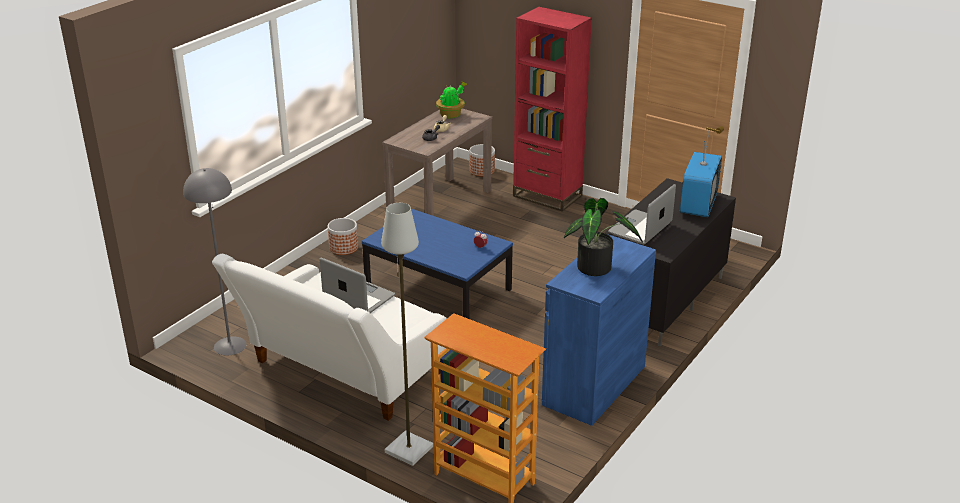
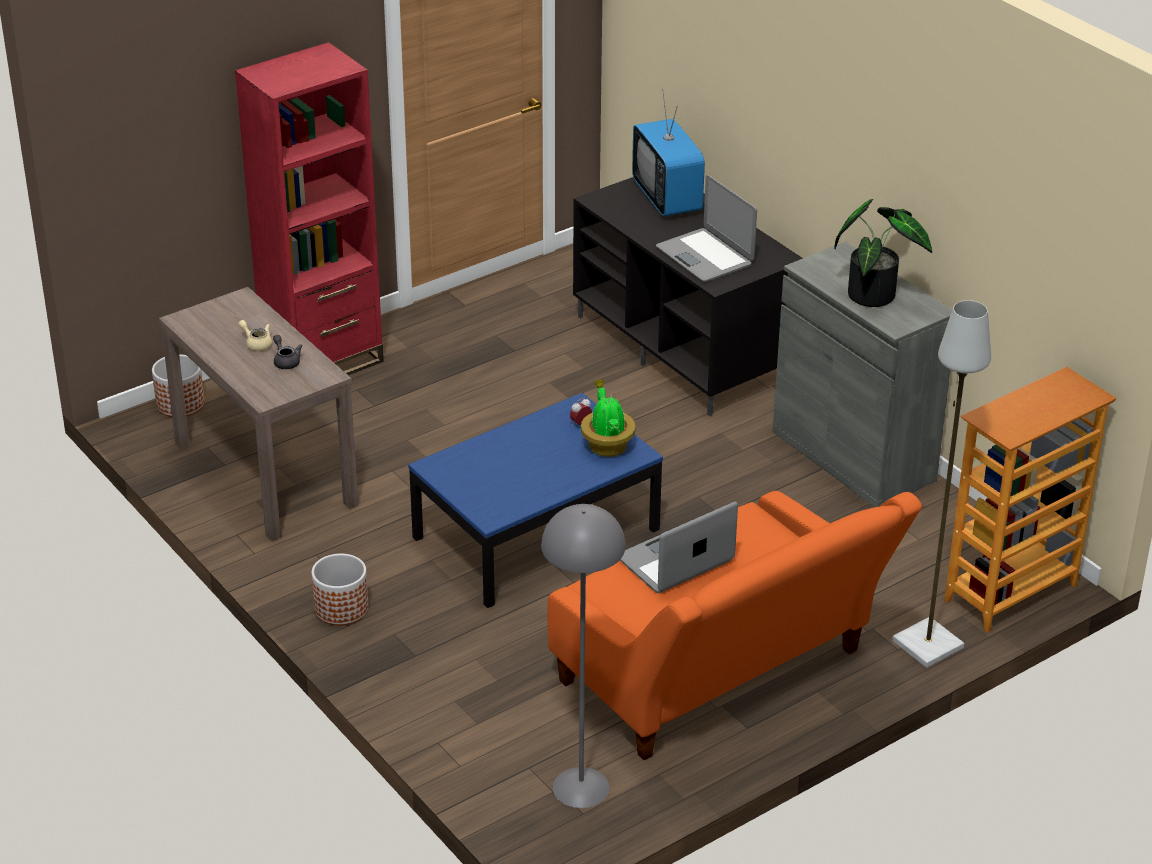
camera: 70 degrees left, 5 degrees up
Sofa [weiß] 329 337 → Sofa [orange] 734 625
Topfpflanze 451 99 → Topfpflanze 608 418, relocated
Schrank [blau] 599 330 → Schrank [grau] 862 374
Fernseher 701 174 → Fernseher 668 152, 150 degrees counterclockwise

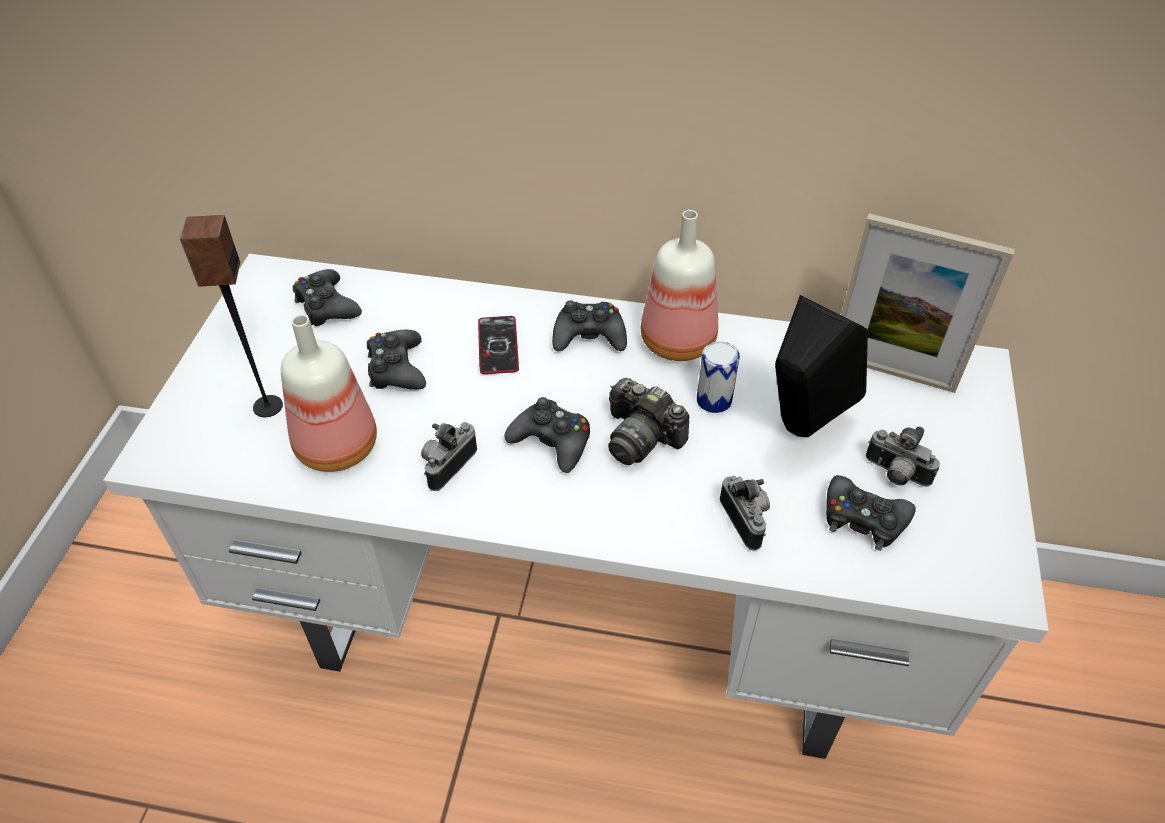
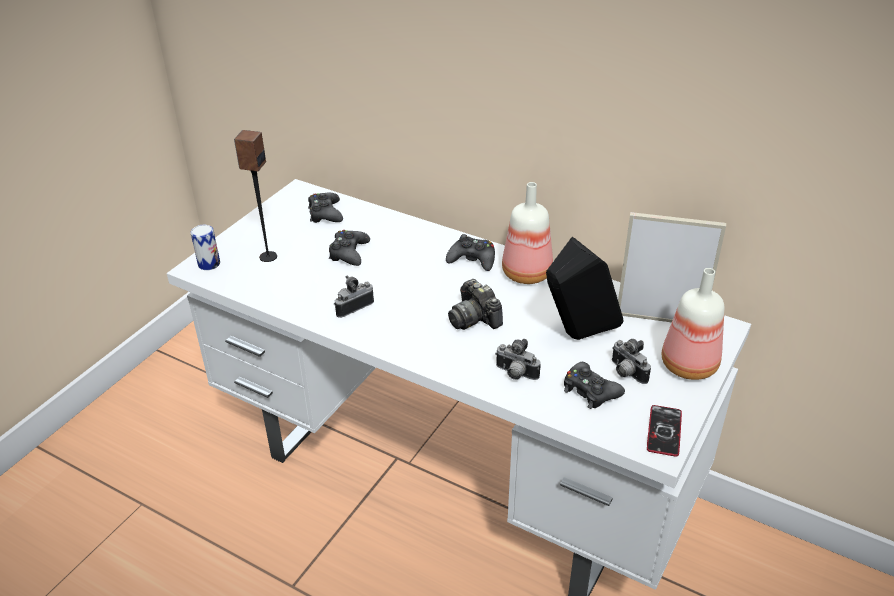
camera: 20 degrees right, 10 degrees down
Flasche 329 393 → Flasche 693 324, relocated
Handy 498 345 → Handy 664 430, relocated
Gamepad [schwarz] 547 435 → -
Dose 718 377 → Dose 205 247, relocated
Kamera 745 513 → Kamera 518 359, 120 degrees clockwise
Bilderrahmen 928 303 → Bilderrahmen 672 267, 150 degrees clockwise

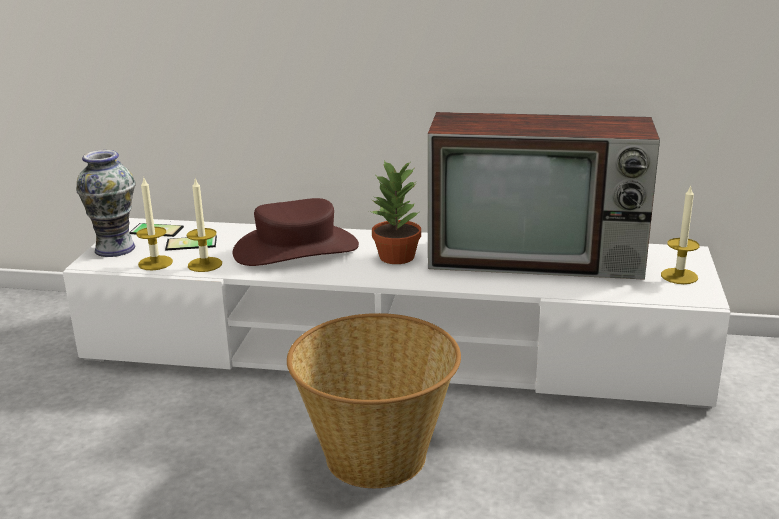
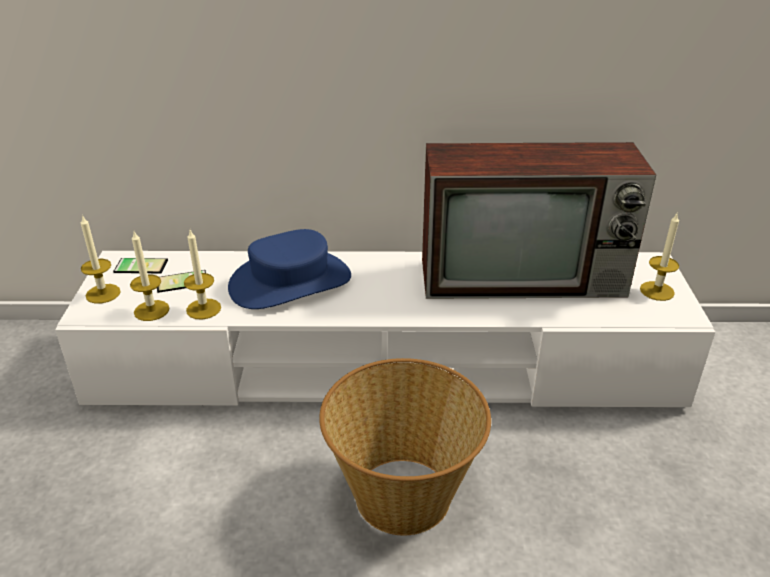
camera: 10 degrees left, 10 degrees up
Vase 106 203 → Kerze 101 259
Hut [braun] 296 232 → Hut [blau] 289 269
Topfpflanze 395 212 → -

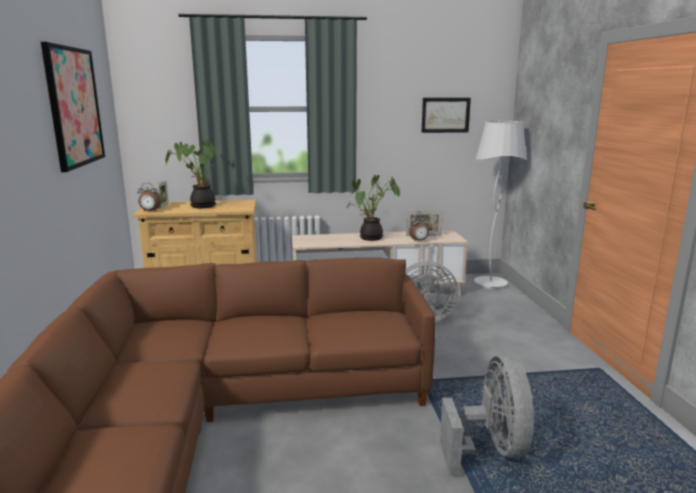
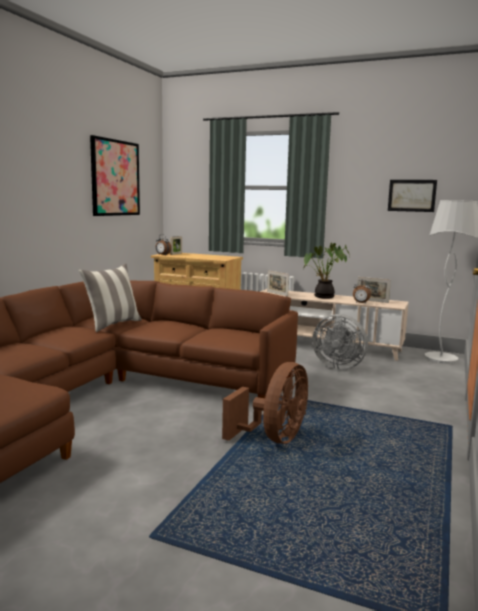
camera: 30 degrees right, 5 degrees down
Topfpflanze 191 173 → -
Ventilator [grau] 487 414 → Ventilator [braun] 265 403
- → Kissen 110 297
- → Bilderrahmen 278 283

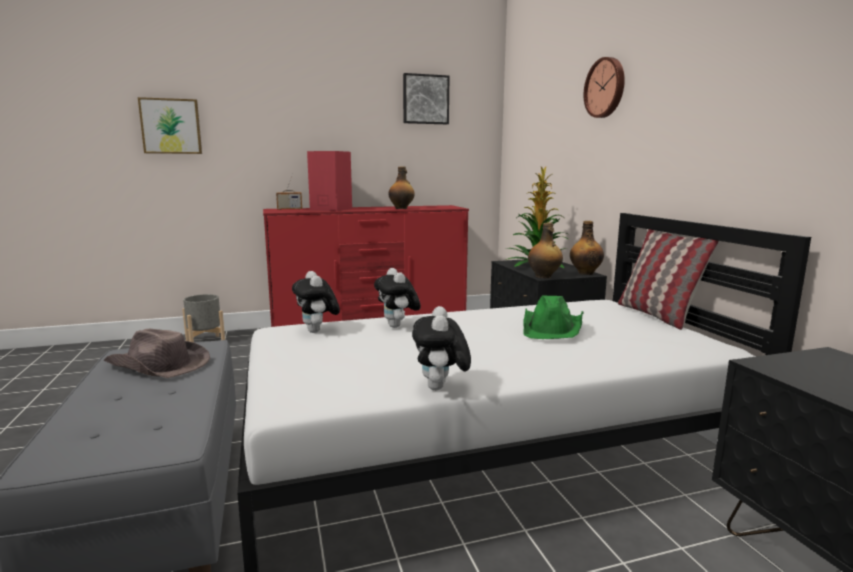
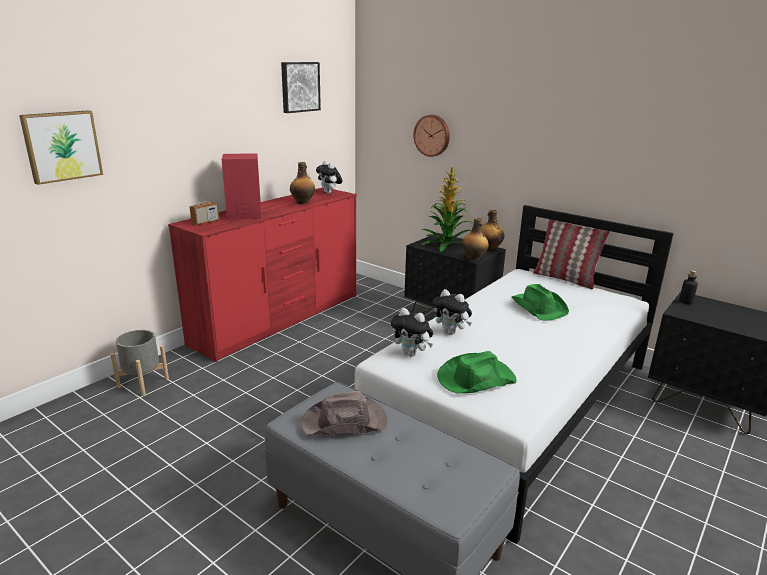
camera: 35 degrees left, 10 degrees up
Plüschtier 441 348 → Plüschtier 329 177, relocated
Wanduhr 604 87 → Wanduhr 431 136, relocated
- → Hut [grün] 477 372
- → Flasche 688 287

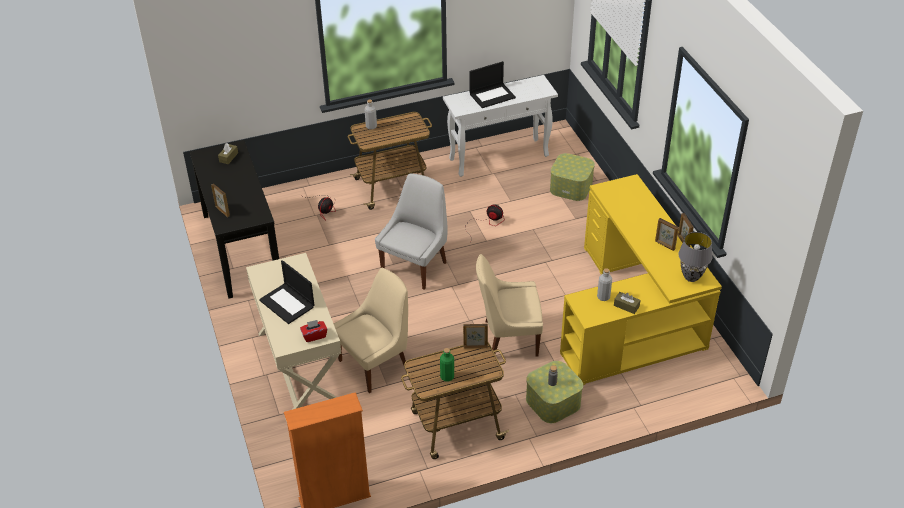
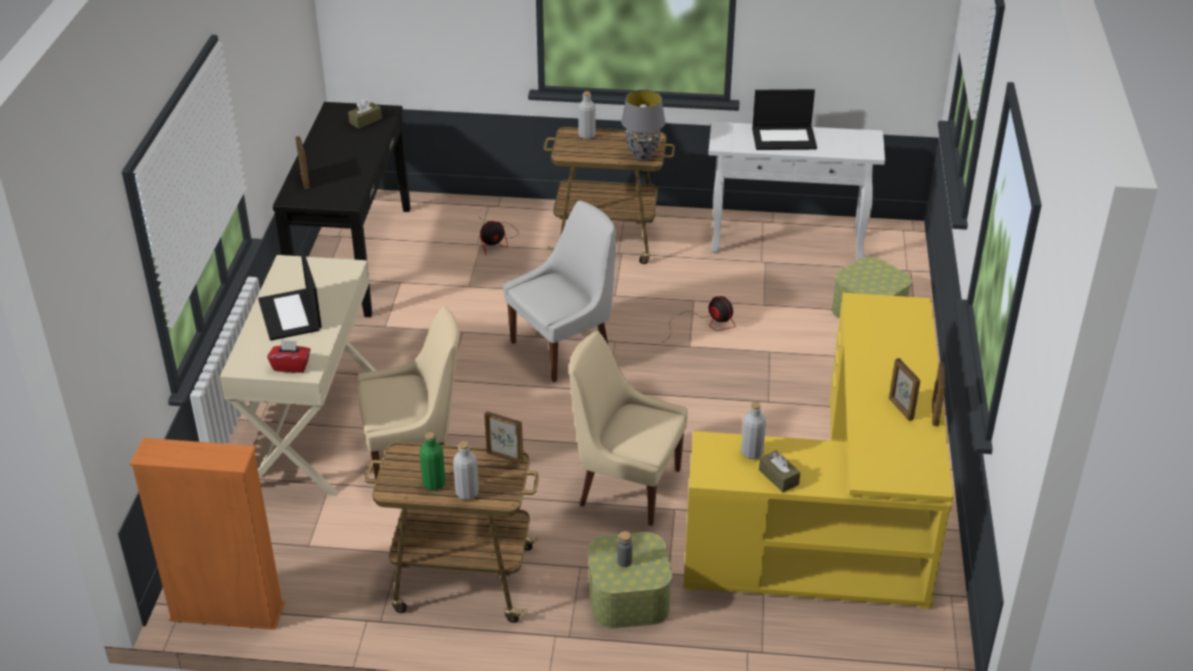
camera: 25 degrees right, 5 degrees down
Tischlampe [grau] 695 257 → Tischlampe [grau] 643 125, relocated
- → Flasche [grau] 466 470

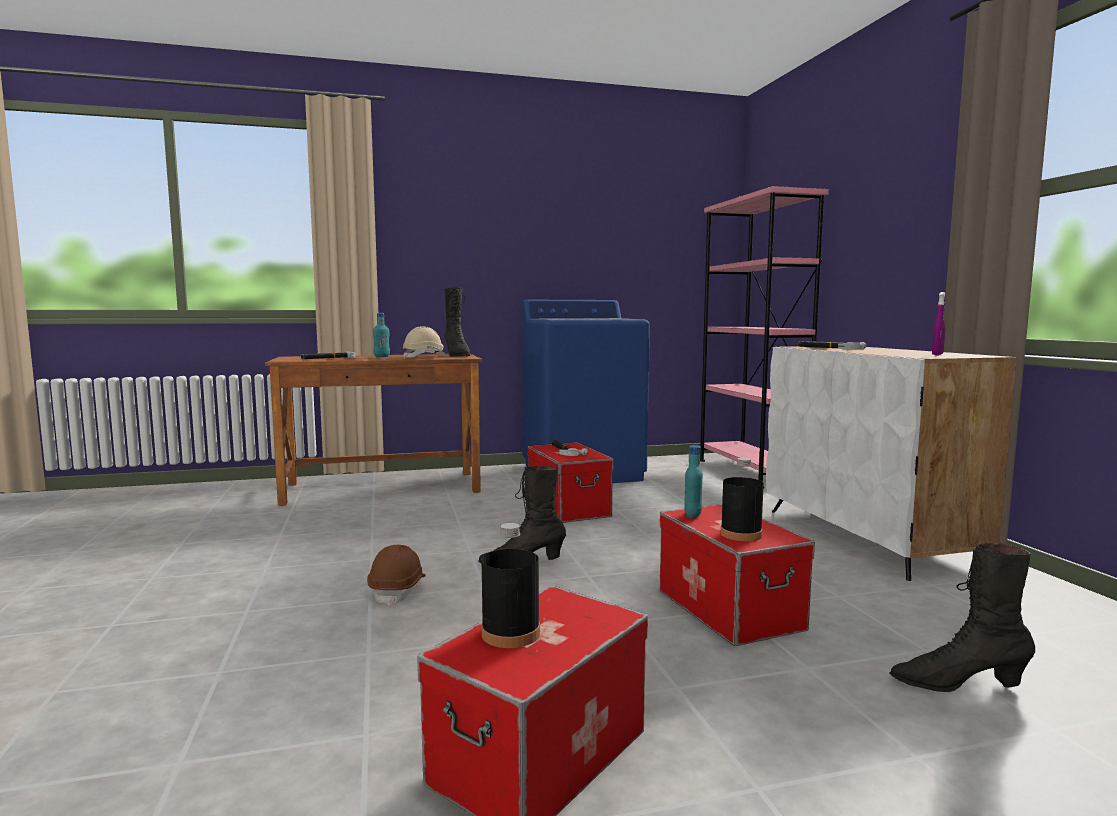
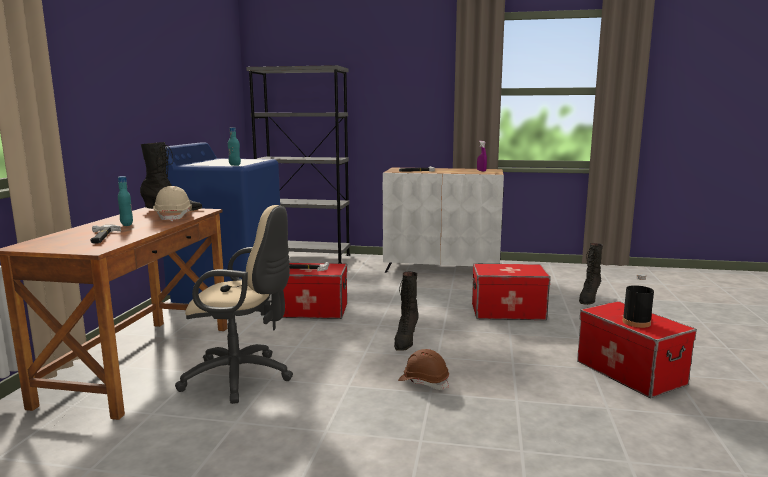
camera: 65 degrees left, 5 degrees up
Flasche [türkis] 693 482 → Flasche [türkis] 234 147, relocated
Bücherregal [rosa] 764 337 → Bücherregal [grau] 298 164
Flasche [schwarz] 742 499 → -
- → Bürostuhl [beige] 234 304

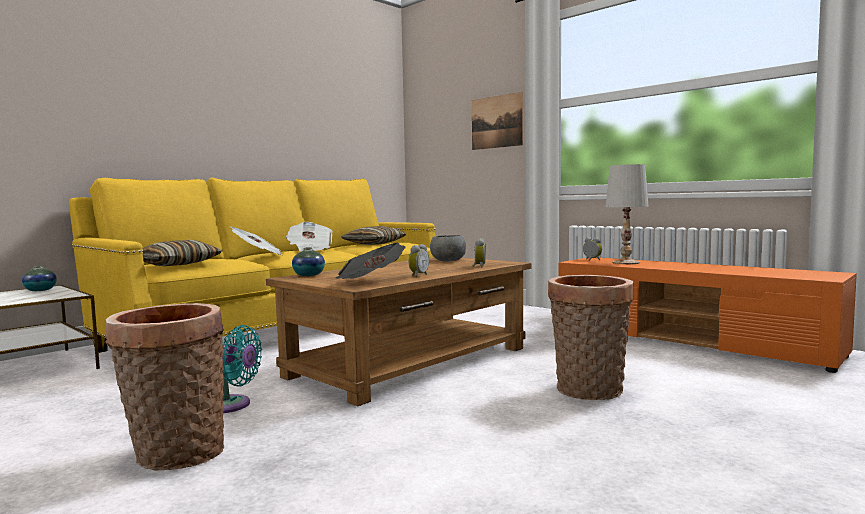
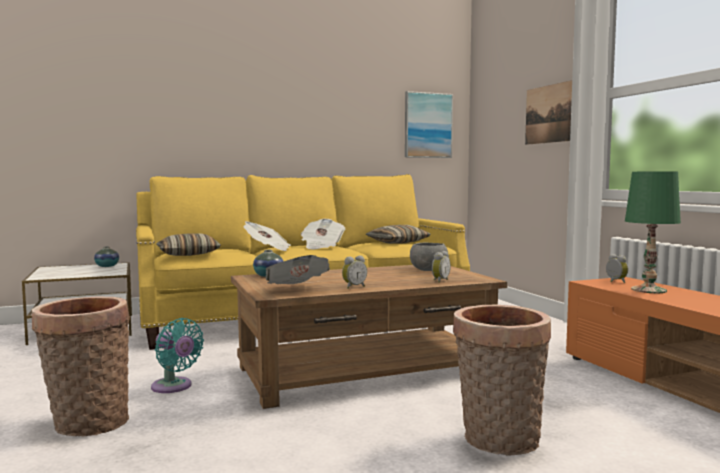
camera: 25 degrees right, 0 degrees up
Tischlampe [weiß] 626 214 → Tischlampe [grün] 653 232
- → Bild 429 124

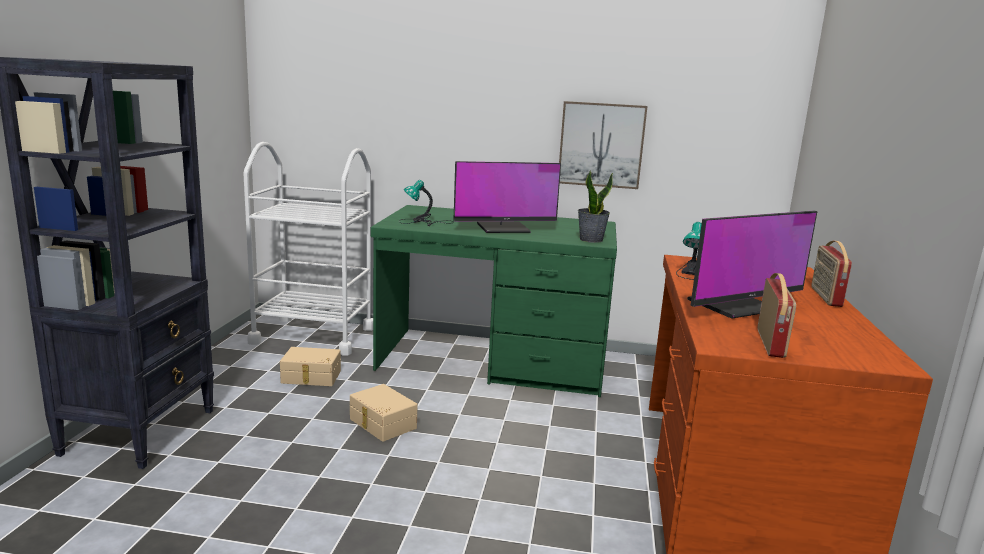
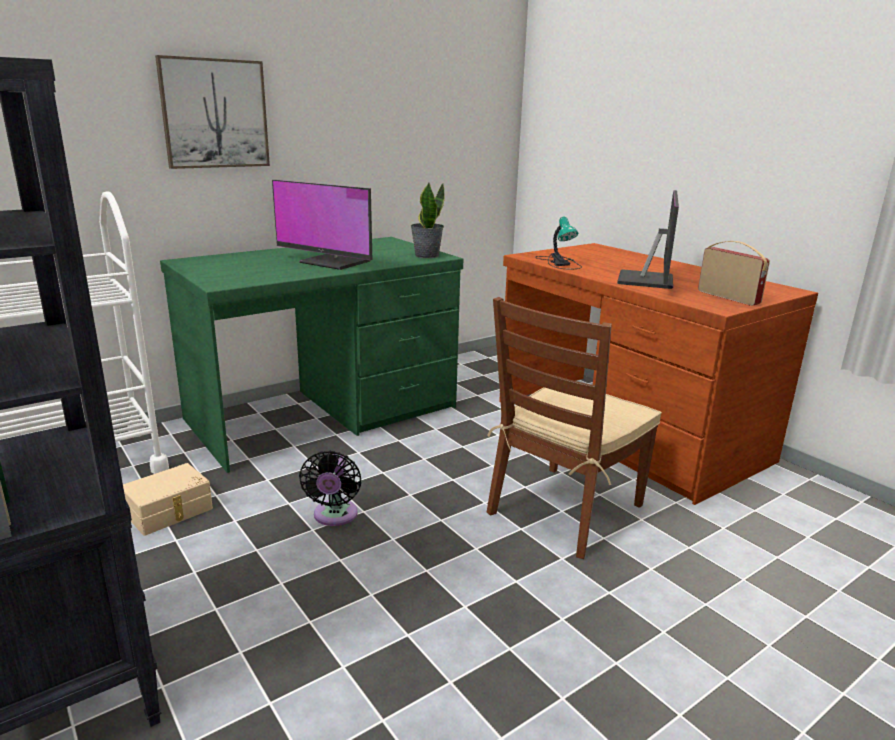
camera: 45 degrees left, 5 degrees up
Aufbewahrungsbox [beige] 384 413 → Ventilator [schwarz] 330 488
Tischlampe 426 203 → -
Monitor 507 197 → Monitor 322 225, 90 degrees clockwise
Bild 603 145 → Bild 212 112, relocated
Radio 831 274 → -
- → Stuhl [braun] 574 428

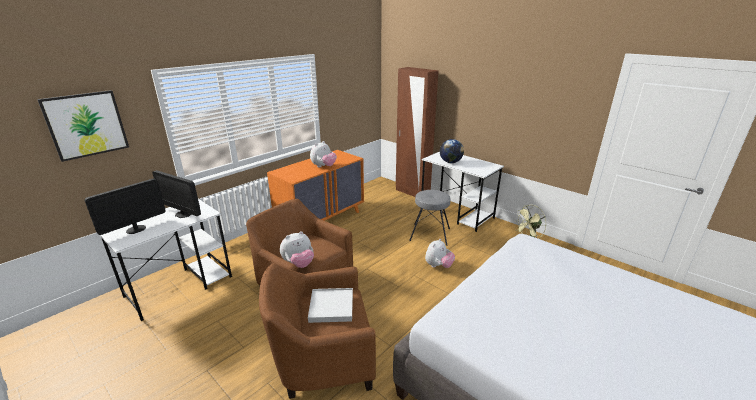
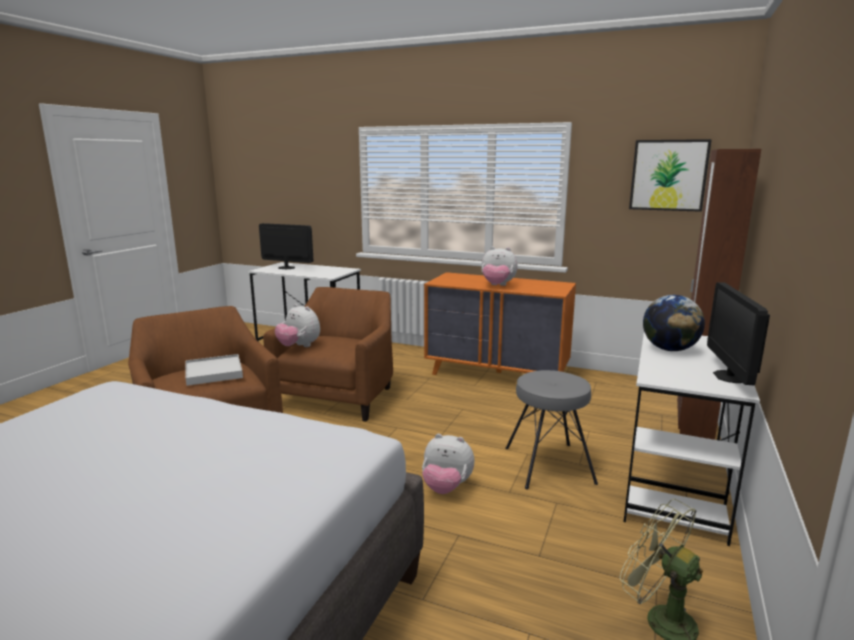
camera: 70 degrees right, 10 degrees down
Bild 83 126 → Bild 670 175, relocated
Monitor 176 194 → Monitor 738 333, relocated

